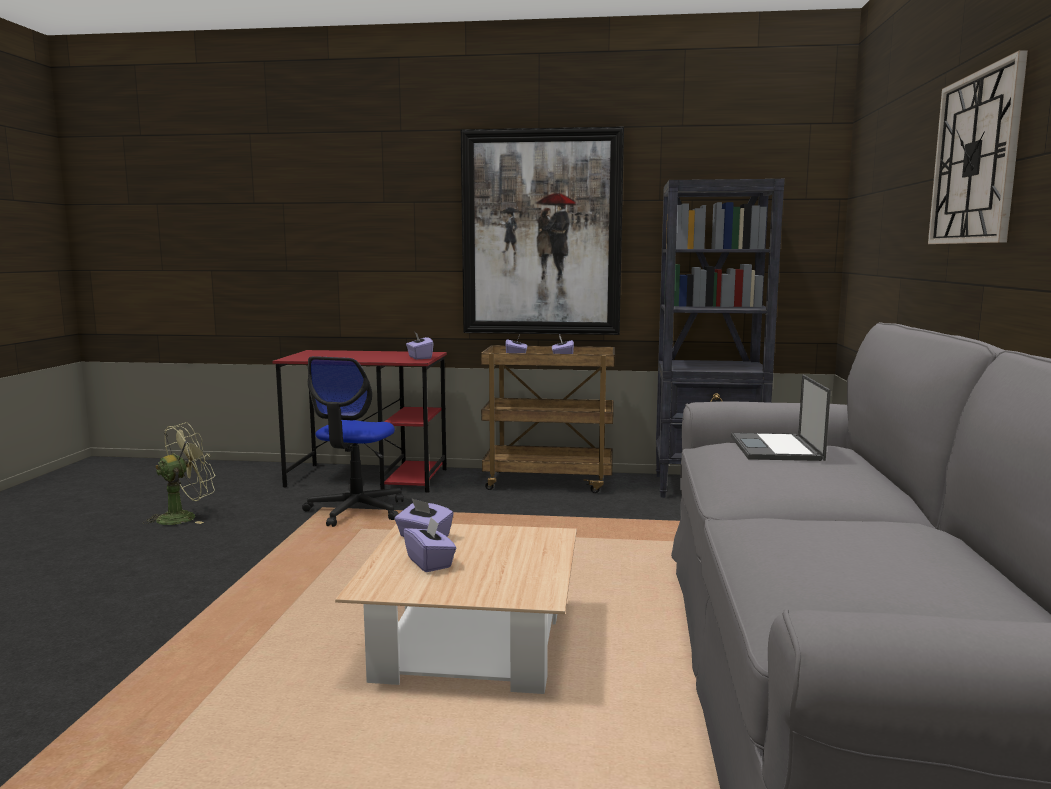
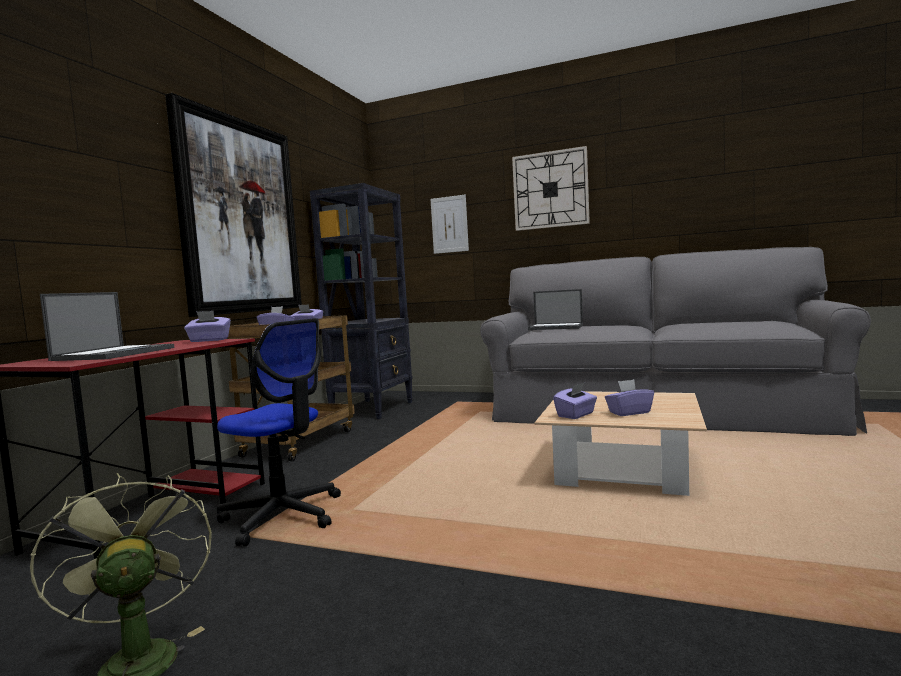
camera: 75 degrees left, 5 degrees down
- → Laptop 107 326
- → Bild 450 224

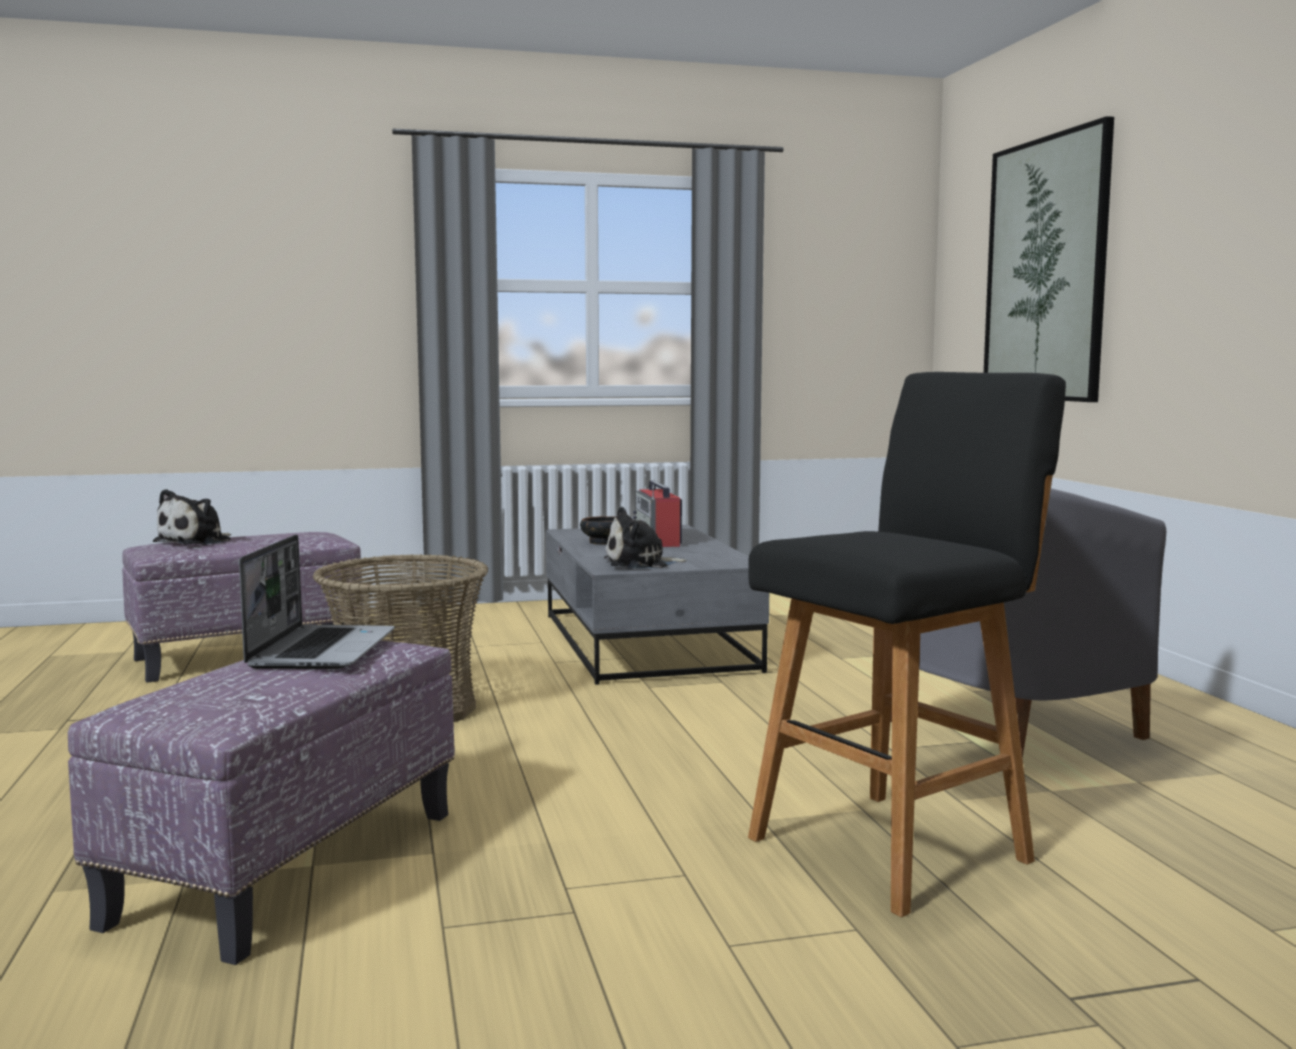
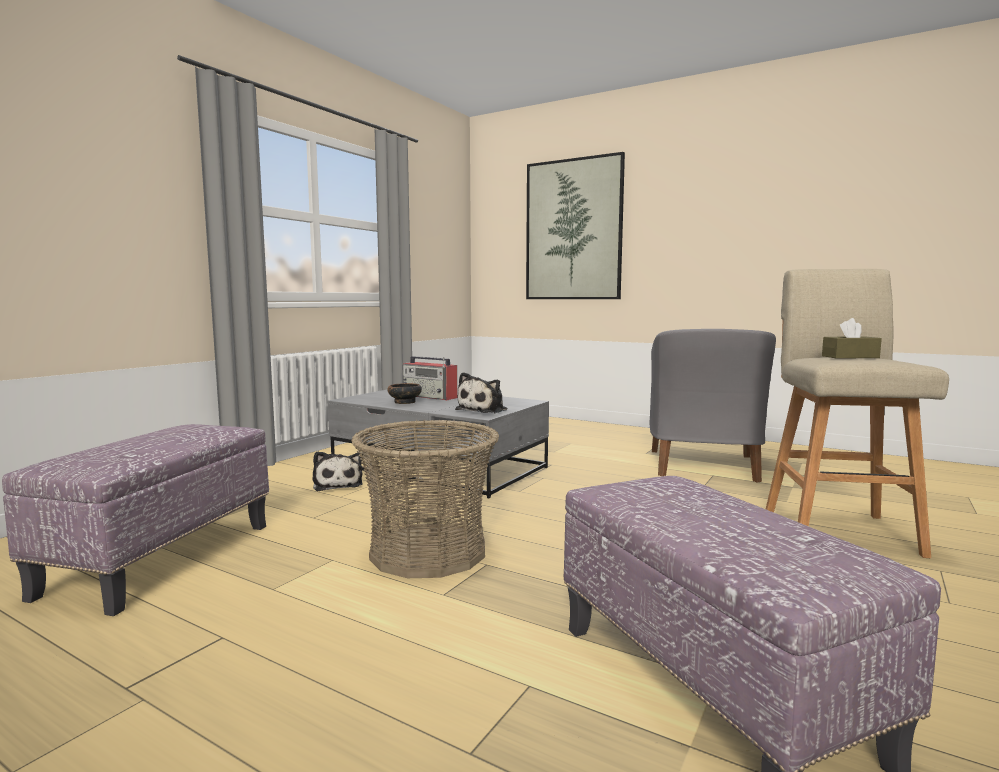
camera: 45 degrees left, 0 degrees up
Plüschtier 192 517 → Plüschtier 338 471, relocated
Laptop 317 602 → -
Hocker [schwarz] 907 644 → Hocker [beige] 857 413
- → Taschentuchbox [braun] 852 338

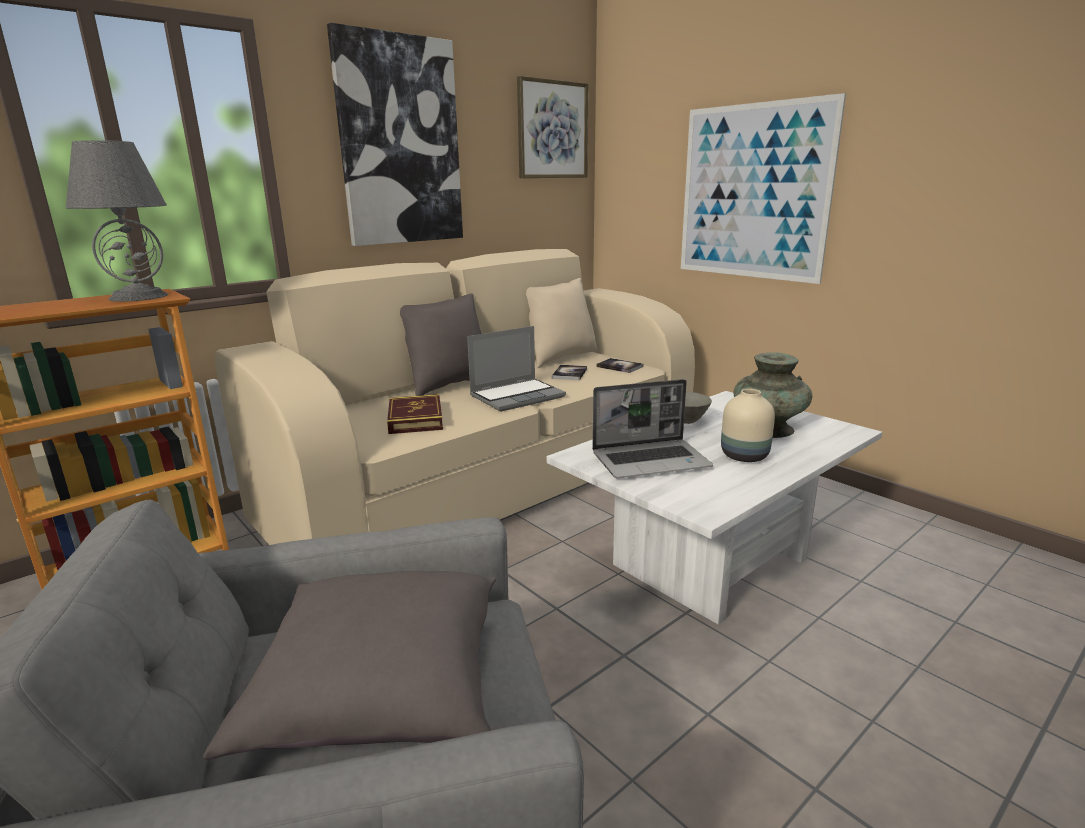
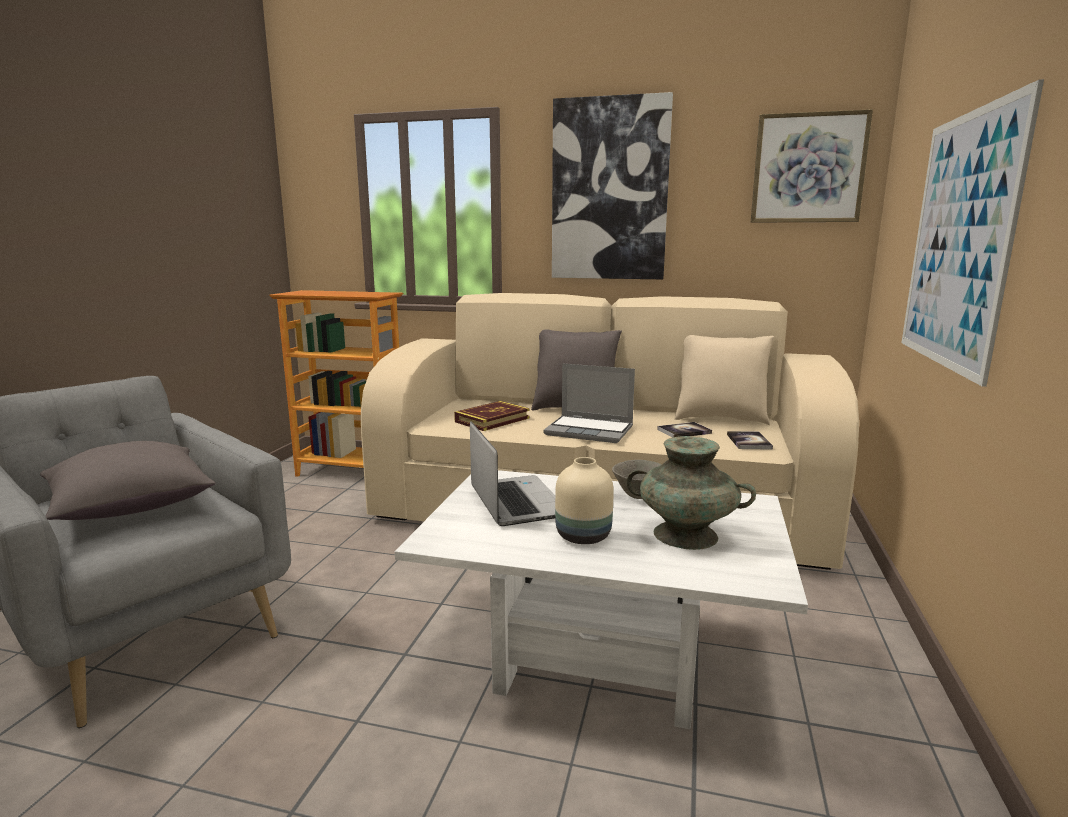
camera: 55 degrees right, 5 degrees down
Tischlampe [grau] 117 221 → -
Laptop 652 428 → Laptop 512 473, 150 degrees counterclockwise

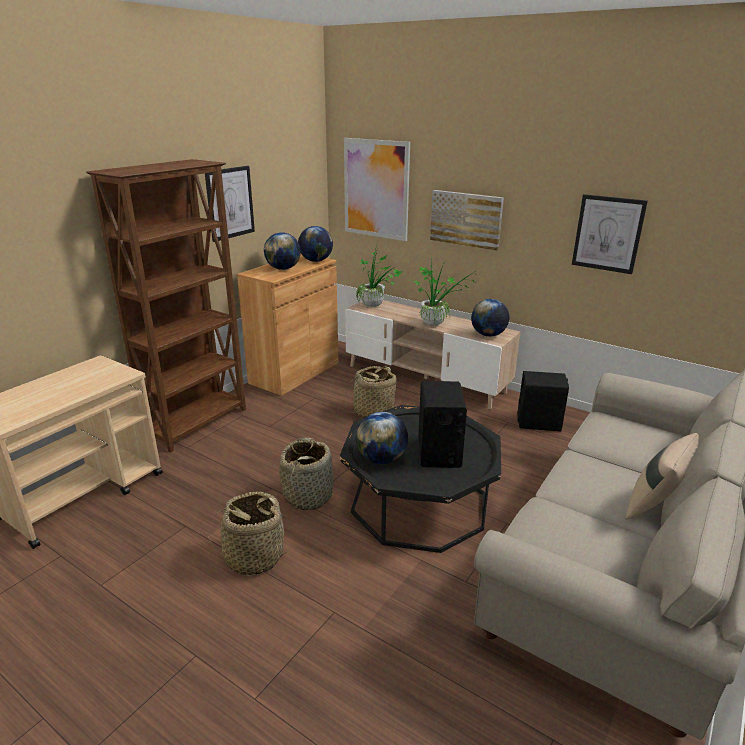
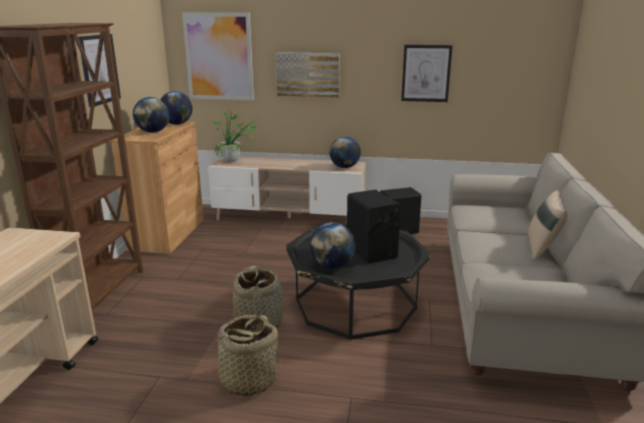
camera: 25 degrees left, 5 degrees down
Korb 371 392 → -
Topfpflanze 443 293 → -

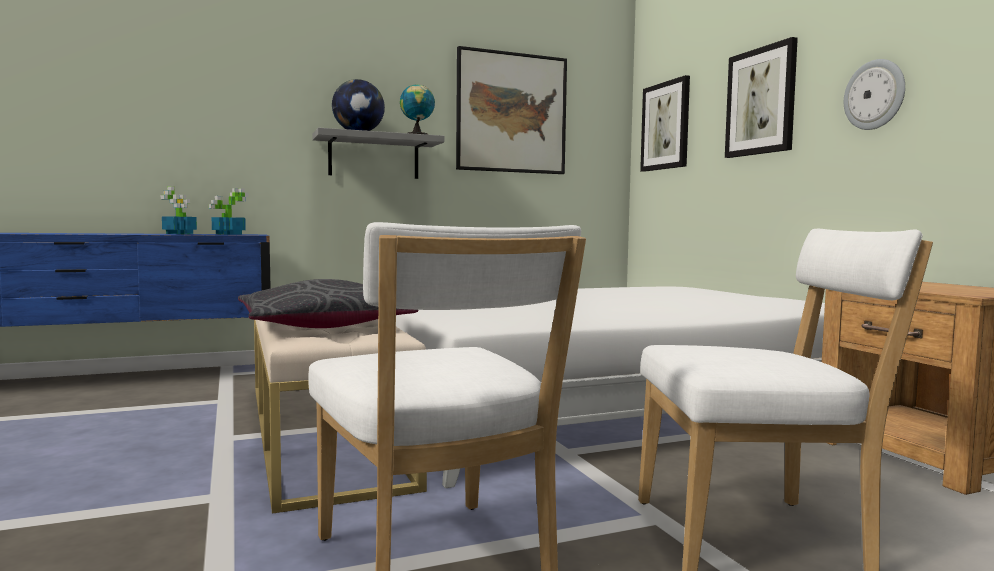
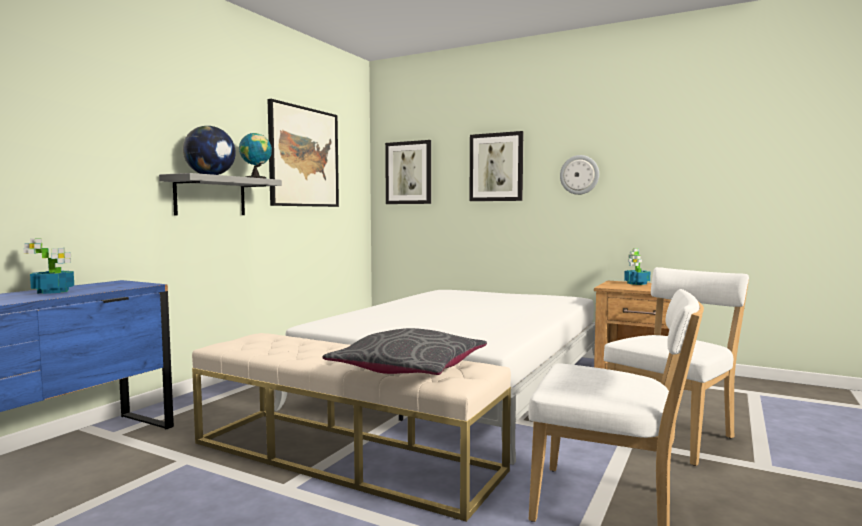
camera: 40 degrees left, 0 degrees up
Topfpflanze 228 211 → Topfpflanze 637 266, relocated

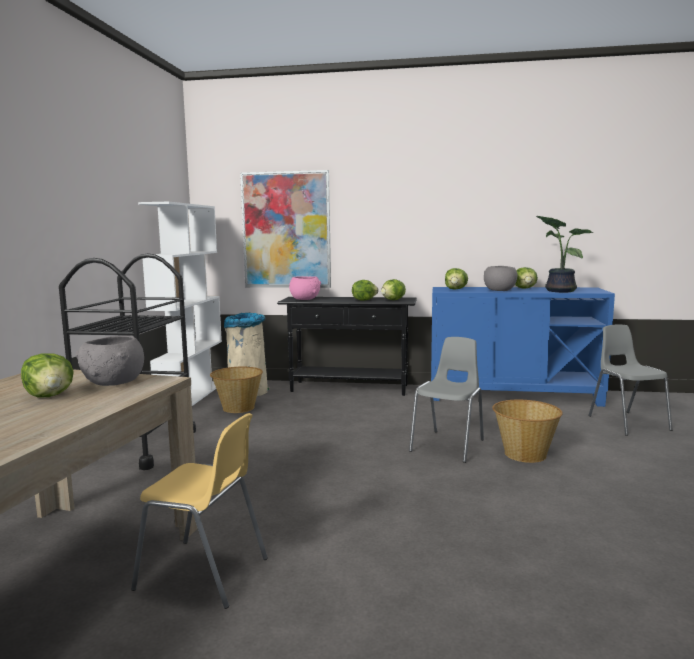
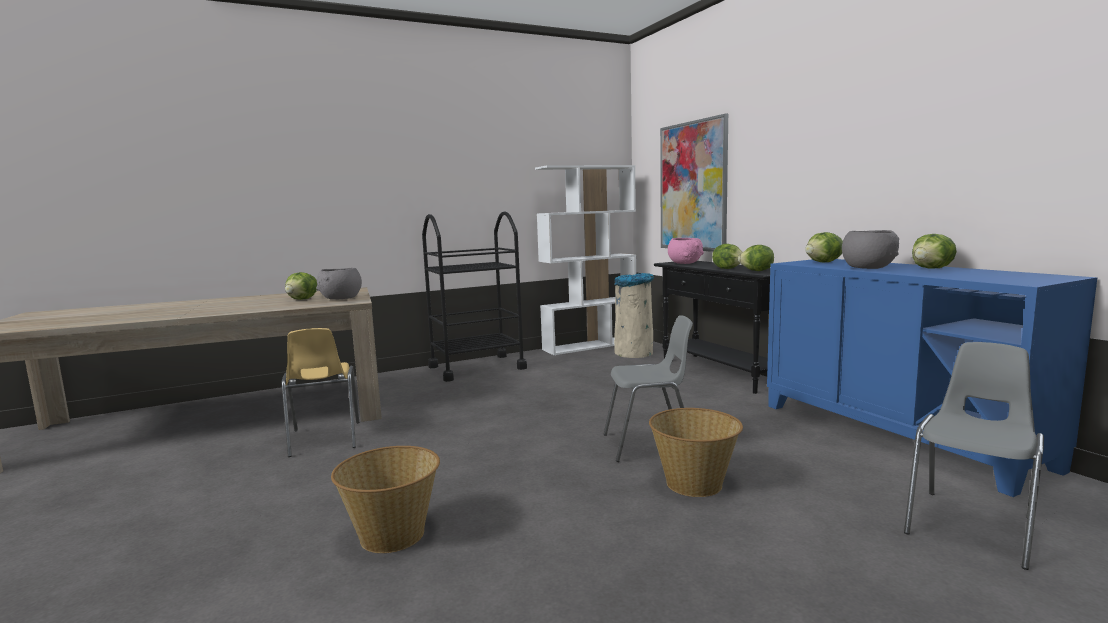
camera: 55 degrees right, 0 degrees up
Korb 236 390 → Korb 385 499, relocated
Topfpflanze 564 254 → -

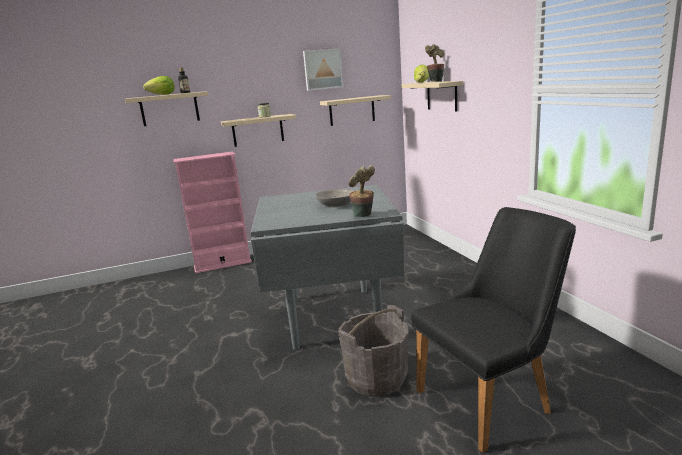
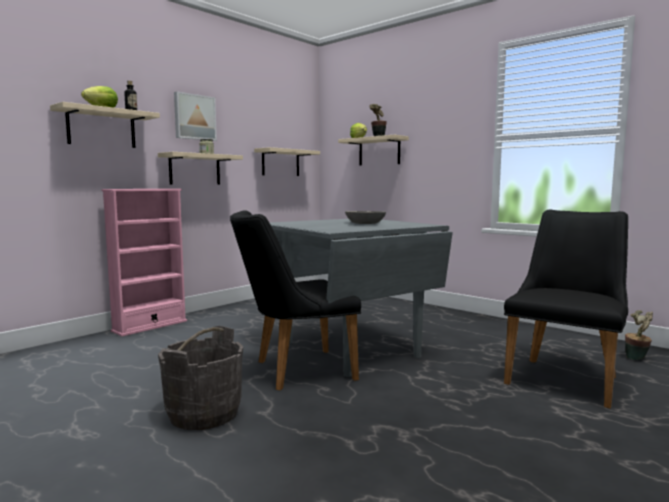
camera: 30 degrees left, 10 degrees down
Bild 323 69 → Bild 195 116, relocated
Eimer [grau] 374 351 → Eimer [grau] 200 378, relocated
Topfpflanze 361 191 → Topfpflanze 639 335, relocated
- → Stuhl [schwarz] 295 301

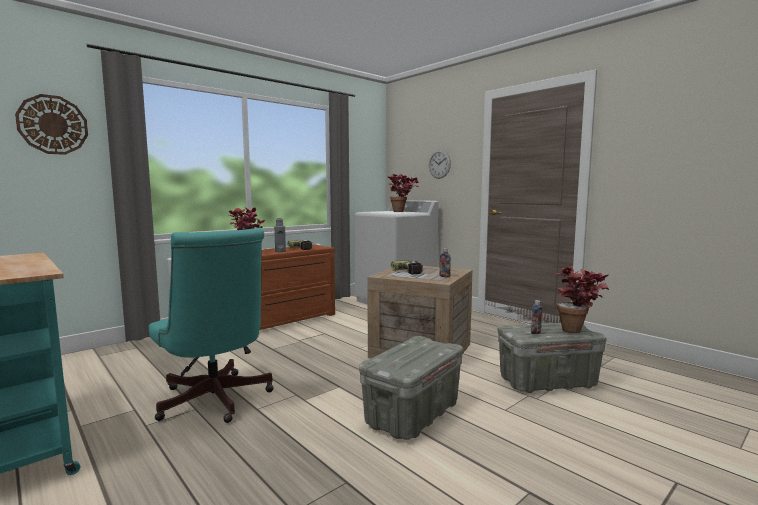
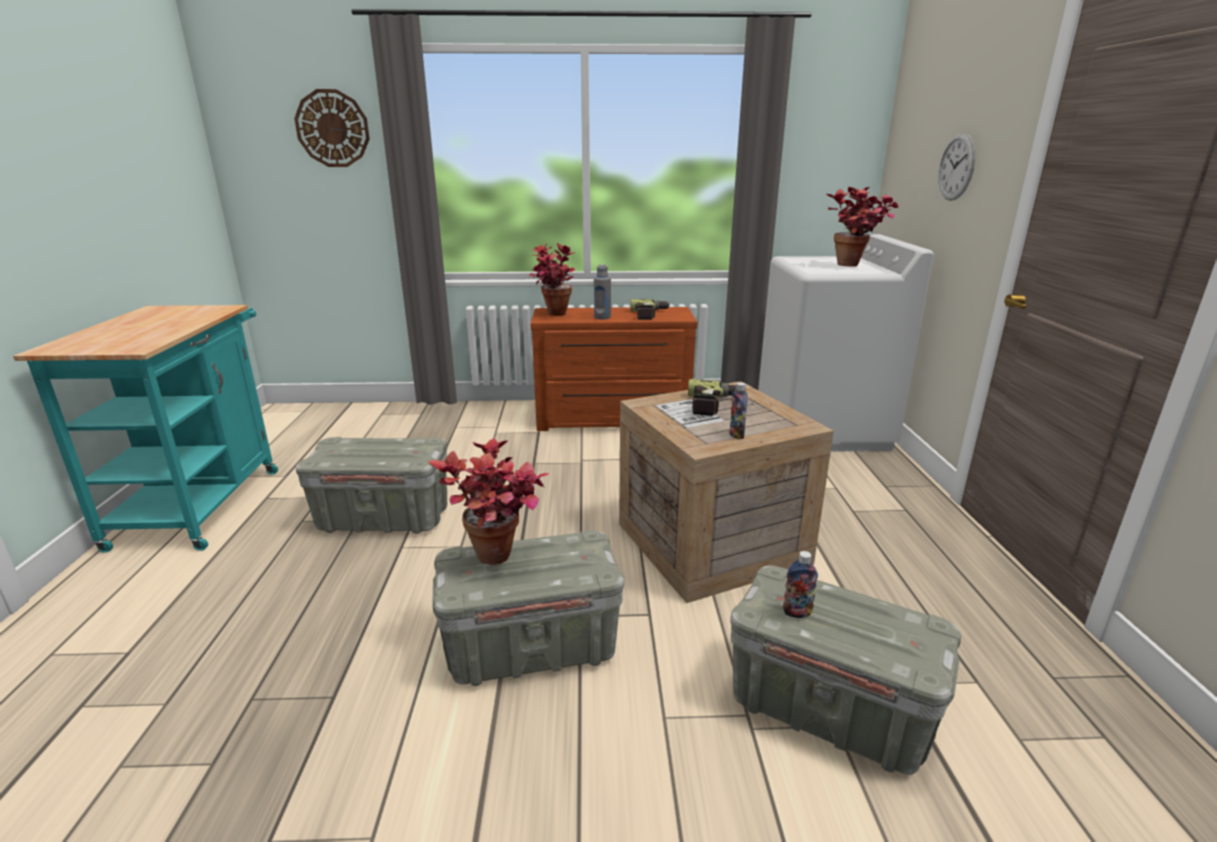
camera: 40 degrees right, 15 degrees up
Bürostuhl [türkis] 211 325 → Aufbewahrungsbox [grau] 371 485
Topfpflanze 582 299 → Topfpflanze 488 501, relocated

